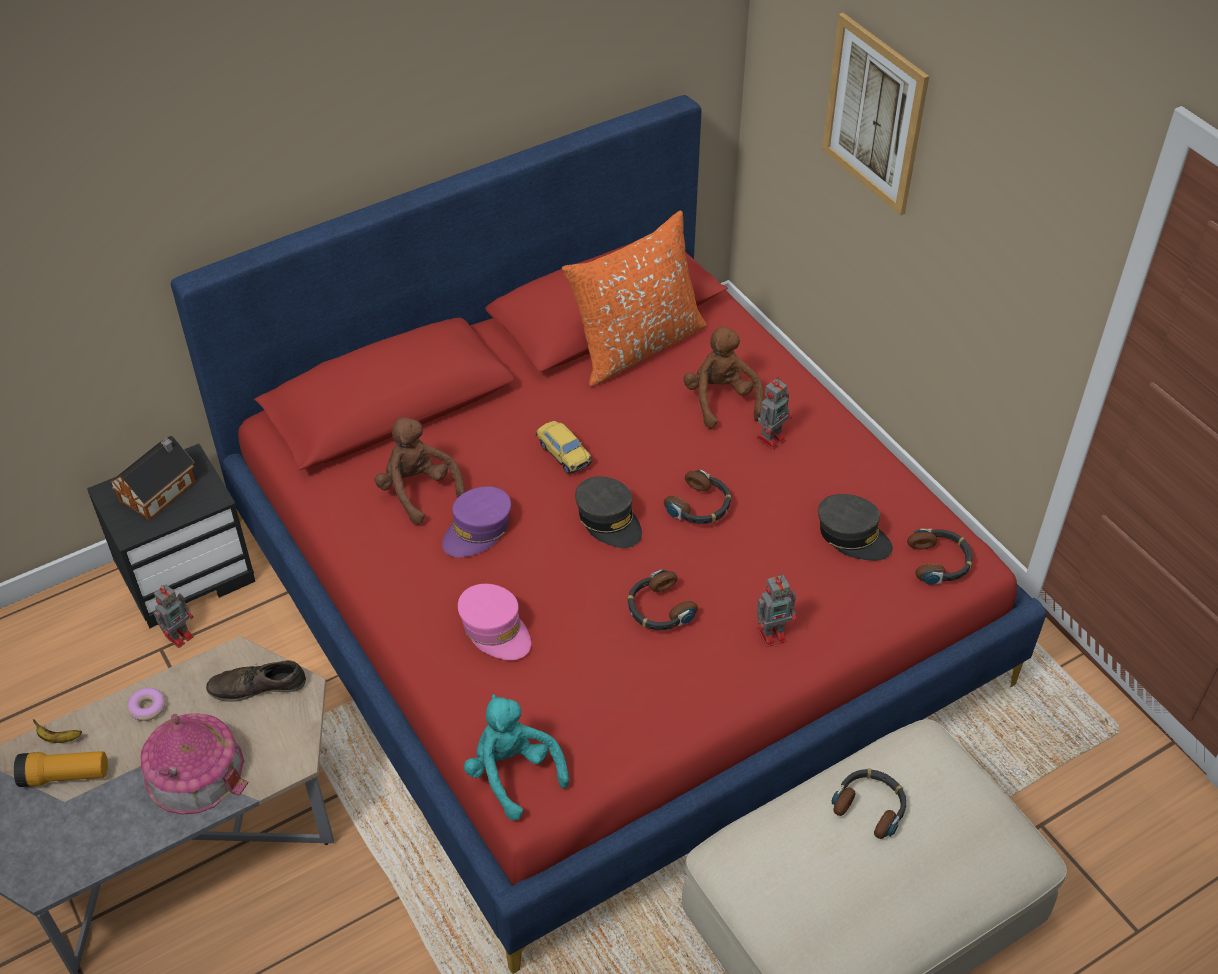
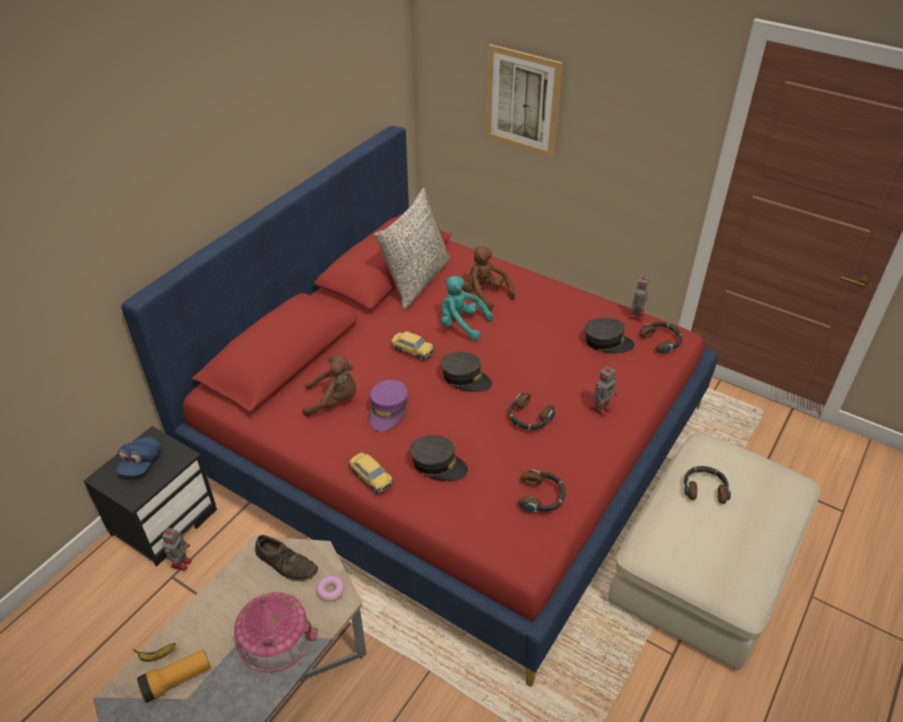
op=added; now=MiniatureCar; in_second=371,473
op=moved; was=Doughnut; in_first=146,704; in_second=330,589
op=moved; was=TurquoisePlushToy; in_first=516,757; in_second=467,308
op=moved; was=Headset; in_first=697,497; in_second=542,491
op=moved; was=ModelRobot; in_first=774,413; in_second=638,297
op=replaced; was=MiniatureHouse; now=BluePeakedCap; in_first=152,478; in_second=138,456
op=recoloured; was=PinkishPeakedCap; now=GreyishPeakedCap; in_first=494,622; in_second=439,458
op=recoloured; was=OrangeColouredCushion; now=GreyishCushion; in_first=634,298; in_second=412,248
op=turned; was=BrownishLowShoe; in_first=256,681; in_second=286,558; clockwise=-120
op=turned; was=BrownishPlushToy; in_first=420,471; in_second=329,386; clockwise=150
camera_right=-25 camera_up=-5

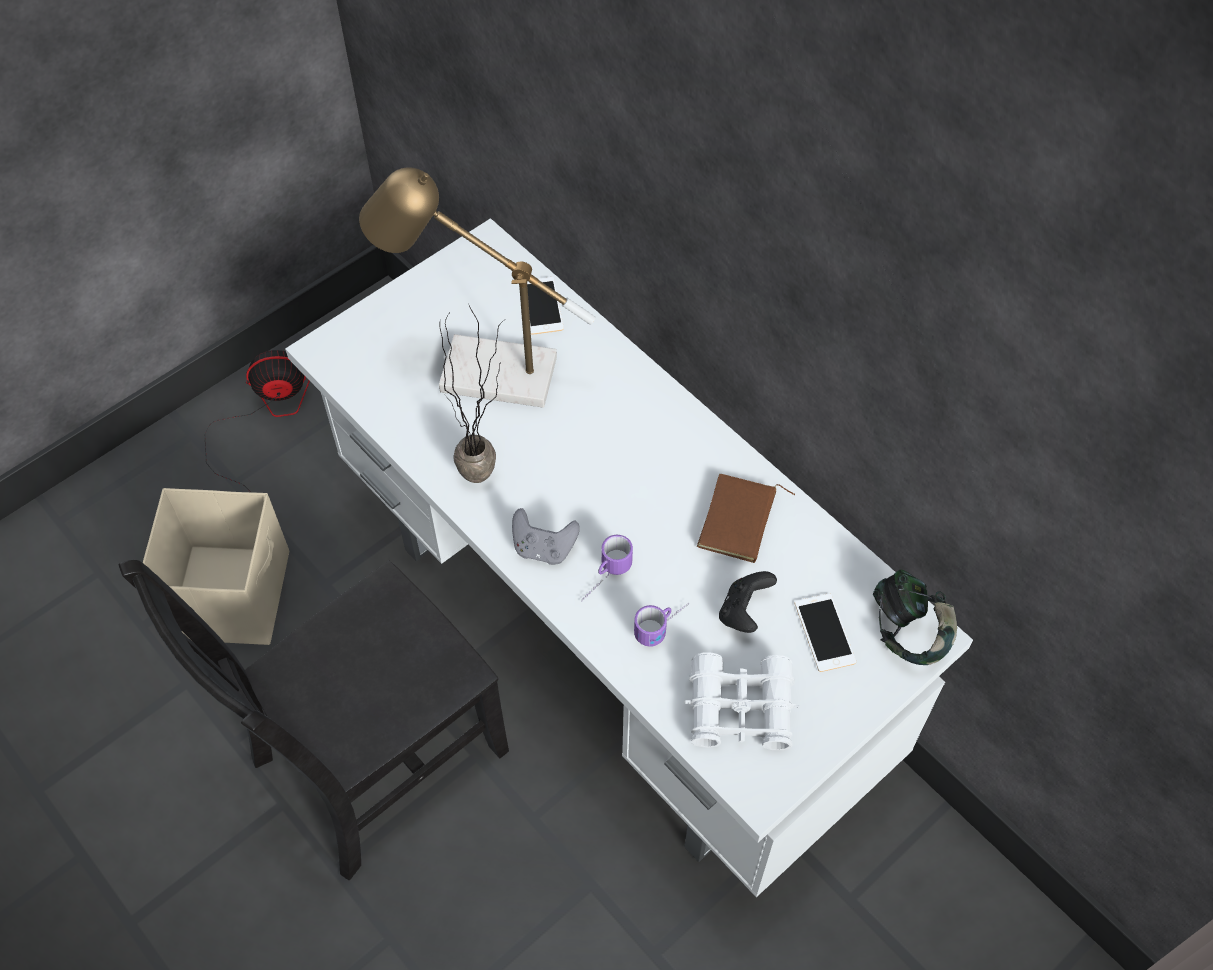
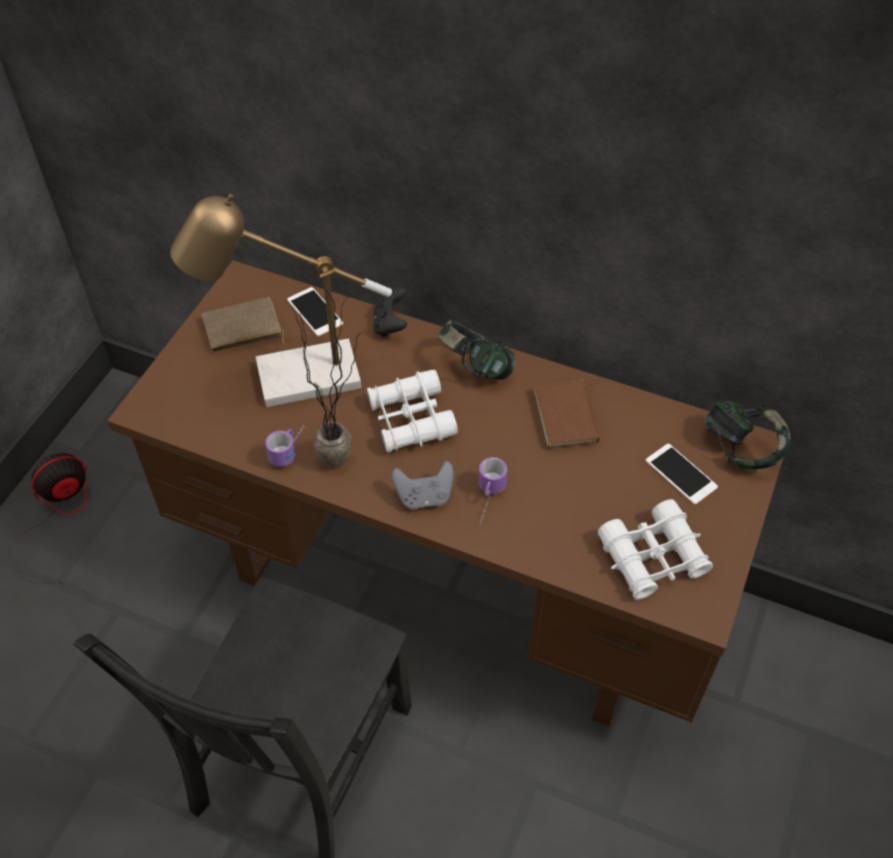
op=removed; was=BeigeColouredStorageBox; in_first=216,566
op=added; now=BrownishVolume; in_second=243,324
op=added; now=WhiteColouredPairOfBinoculars; in_second=412,411
op=added; now=Headset; in_second=477,350
op=moved; was=CoffeeMug; in_first=661,625; in_second=284,446
op=moved; was=BlackColouredJoypad; in_first=748,602; in_second=390,312
op=recoloured; was=WhiteColouredDeskUnit; now=BrownishDeskUnit; in_first=629,557; in_second=445,493
camera_right=-25 camera_up=-5

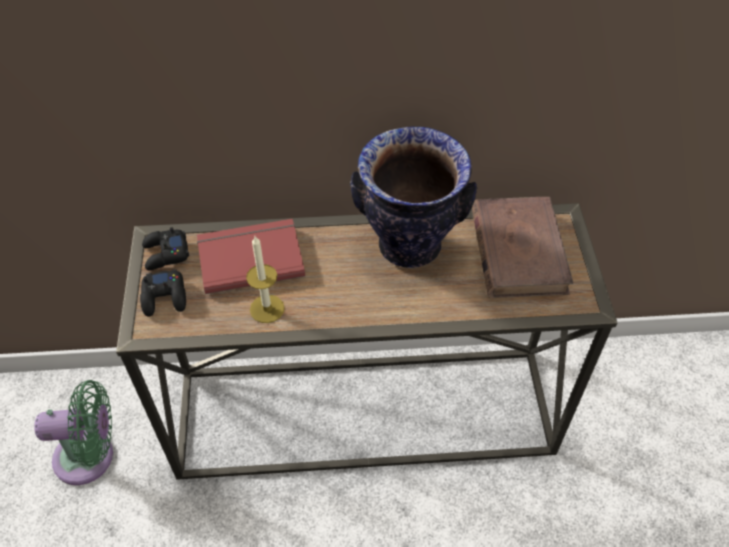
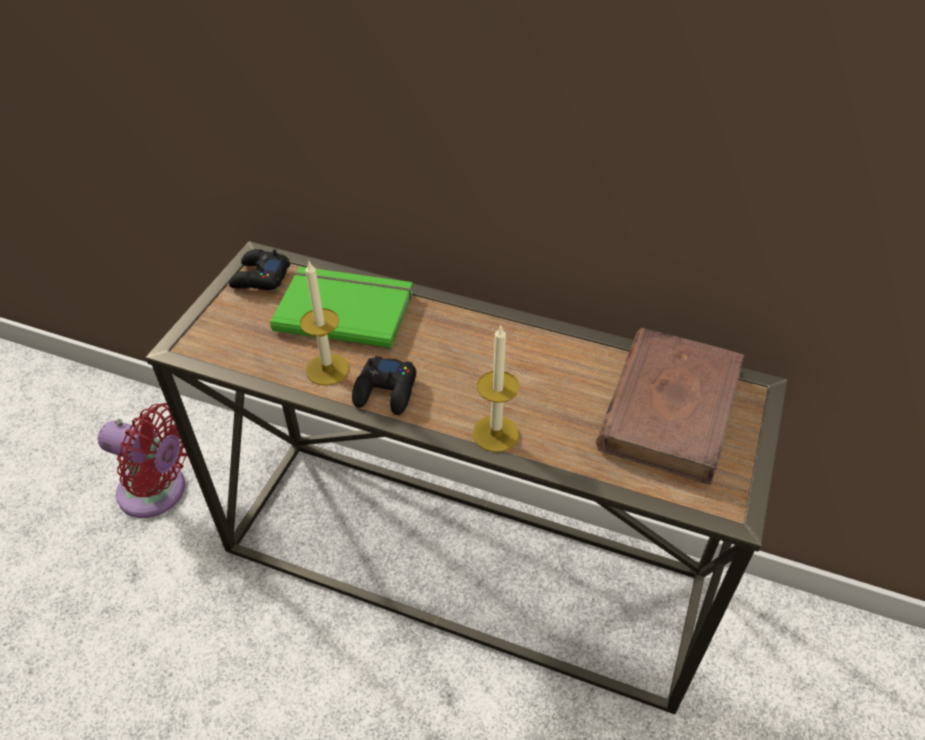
op=removed; was=FlowerVase; in_first=413,197
op=added; now=WaxCandle; in_second=496,388
op=moved; was=BlackColouredJoypad; in_first=163,293; in_second=384,385
op=recoloured; was=GreenElectricFan; now=RedColouredElectricFan; in_first=73,432; in_second=143,460
op=recoloured; was=RedColouredVolume; now=GreenVolume; in_first=251,256; in_second=341,307
camera_right=25 camera_up=-5

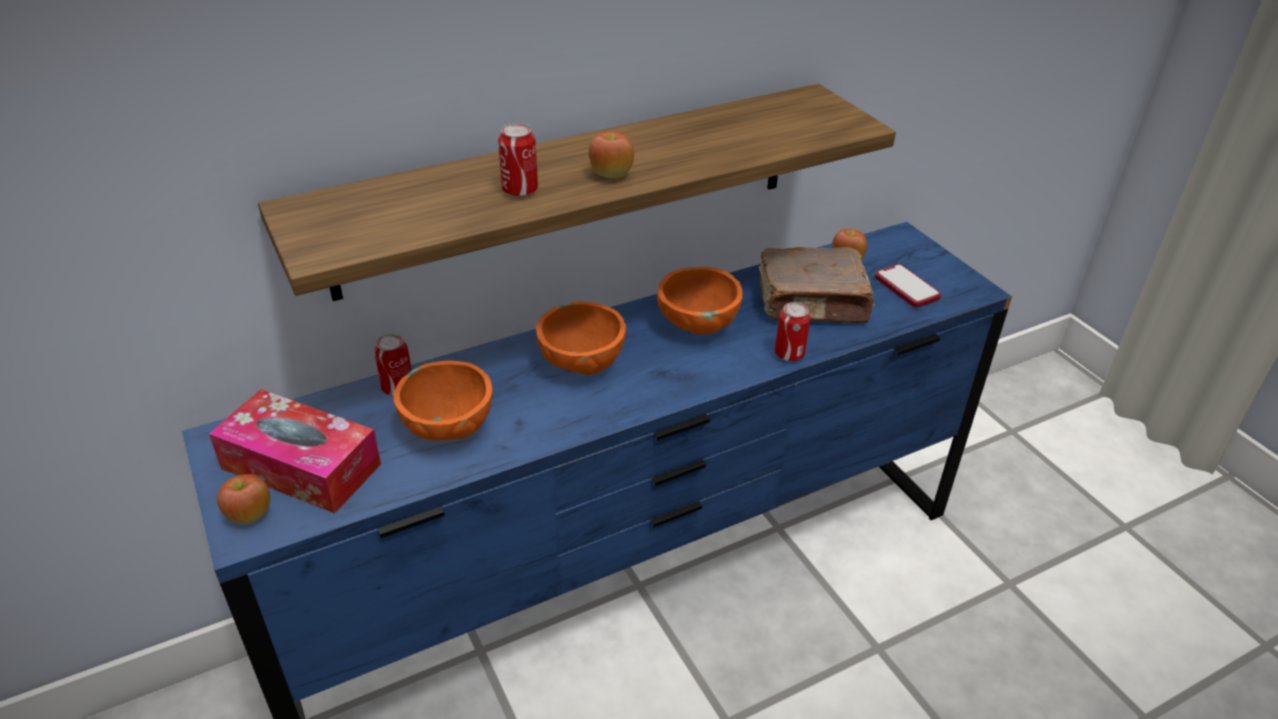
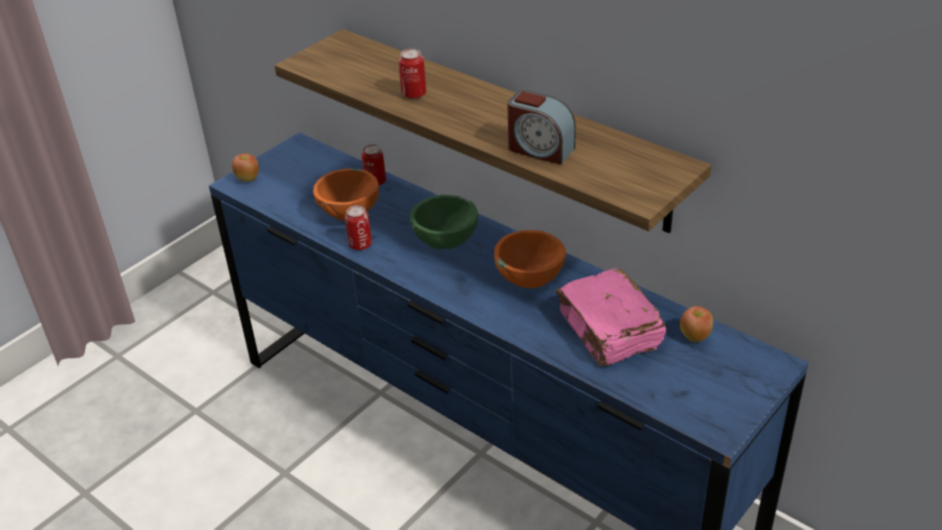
op=removed; was=TissueHolder; in_first=295,451
op=removed; was=WholeApple; in_first=611,155
op=removed; was=Telephone; in_first=908,286
op=added; now=TableClock; in_second=541,127
op=moved; was=MetalCan; in_first=793,331; in_second=358,227
op=recoloured; was=OrangeColouredServingBowl; now=GreenServingBowl; in_first=581,338; in_second=444,222
op=recoloured; was=BrownishVolume; now=PinkishVolume; in_first=817,285; in_second=611,317
camera_right=70 camera_up=0

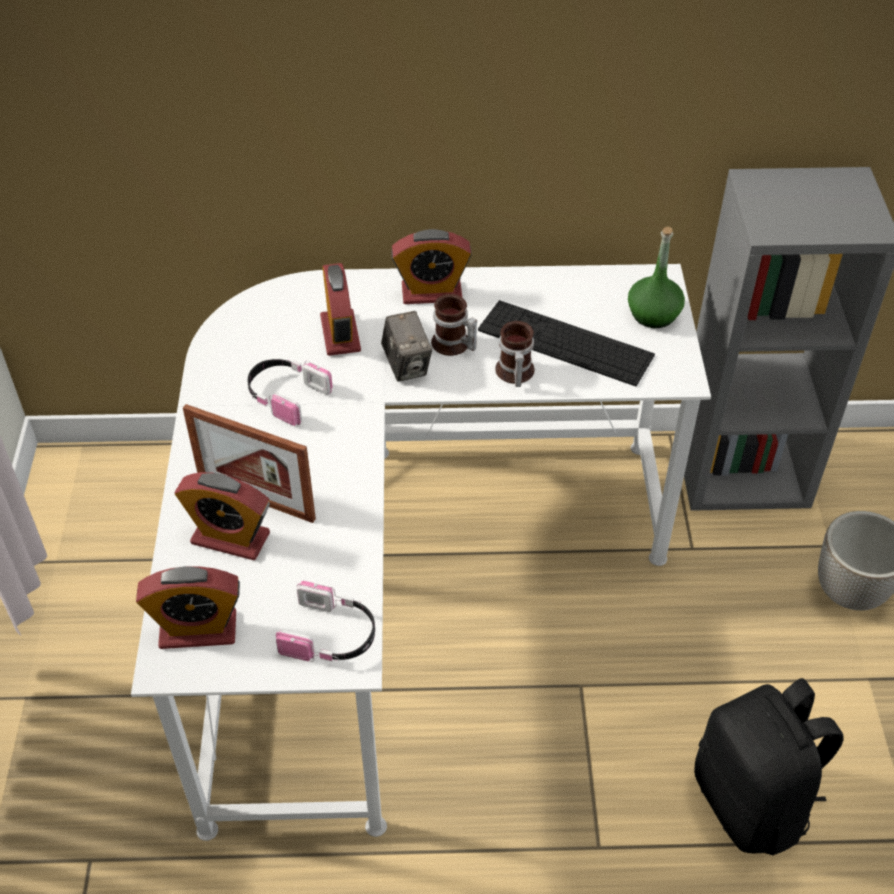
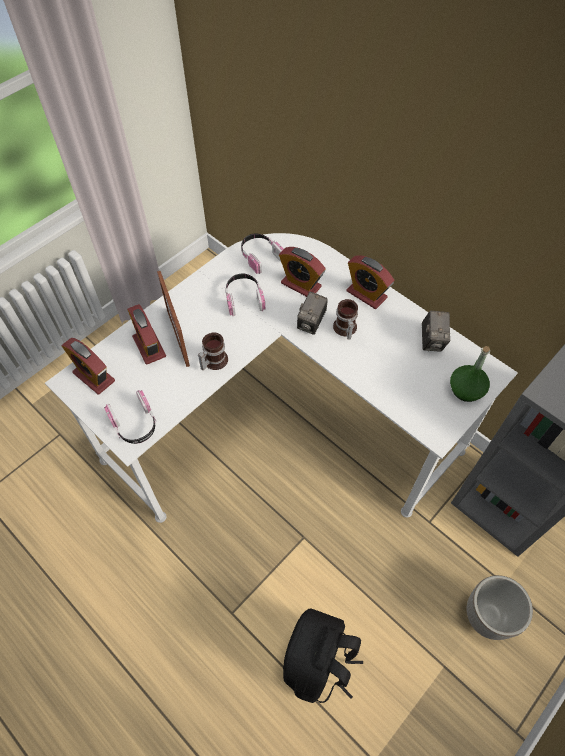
op=removed; was=ComputerKeyboard; in_first=566,343
op=added; now=Headset; in_second=262,254
op=added; now=PhotoCamera; in_second=436,331
op=moved; was=CoffeeMug; in_first=514,354; in_second=213,351
op=turned; was=TableClock; in_first=340,309; in_second=302,272; clockwise=90
camera_right=45 camera_up=10

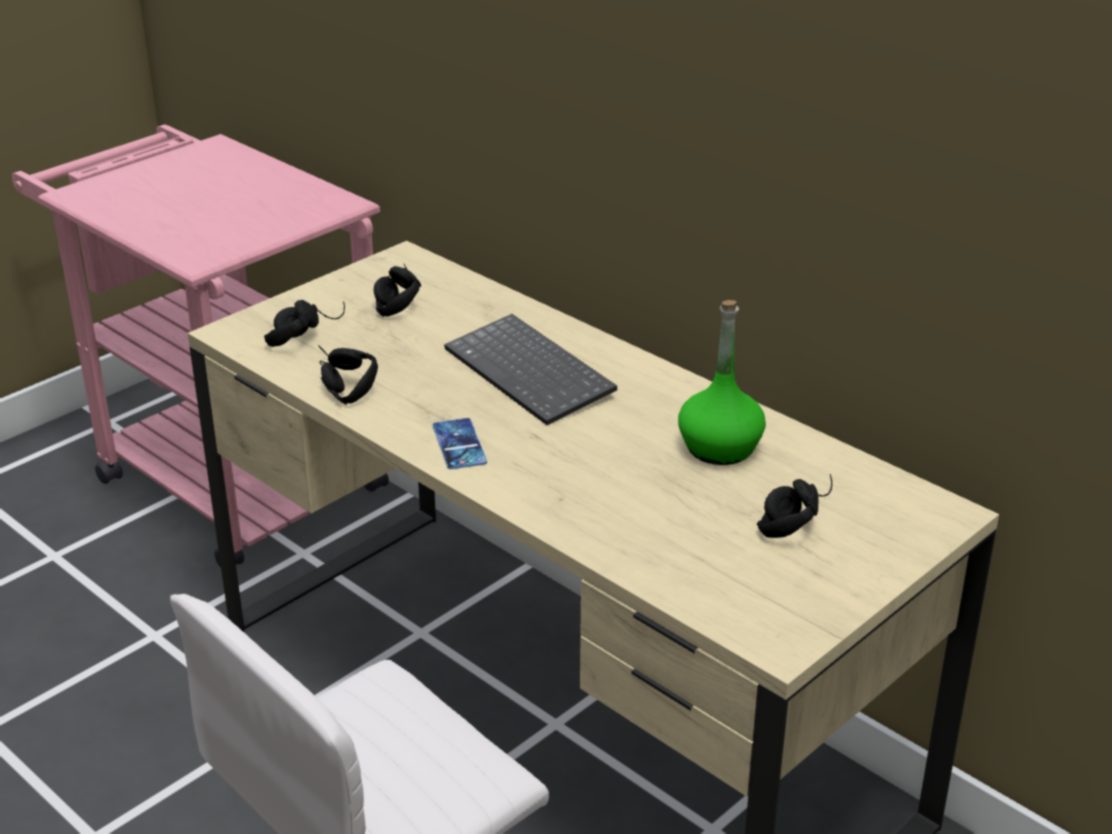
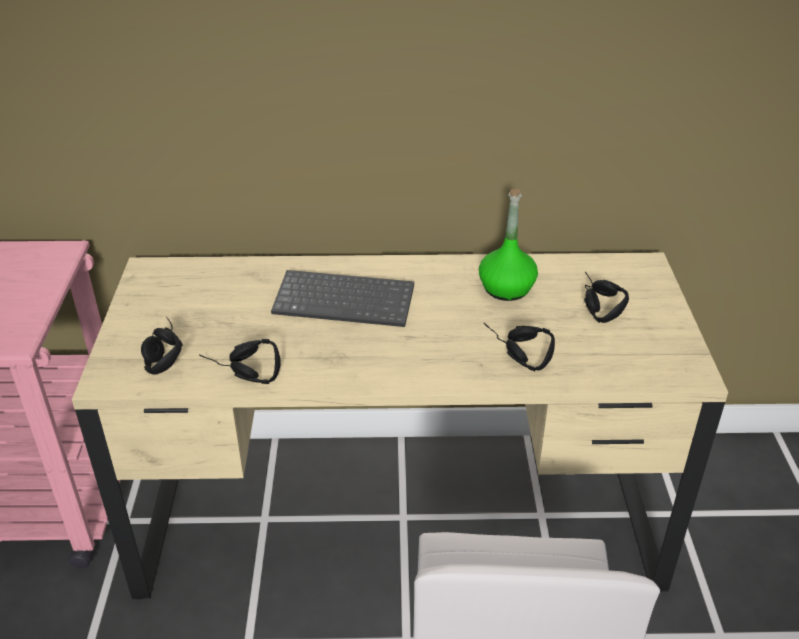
op=removed; was=Telephone; in_first=460,443
op=moved; was=BlackColouredHeadset; in_first=397,290; in_second=519,347
camera_right=-45 camera_up=5

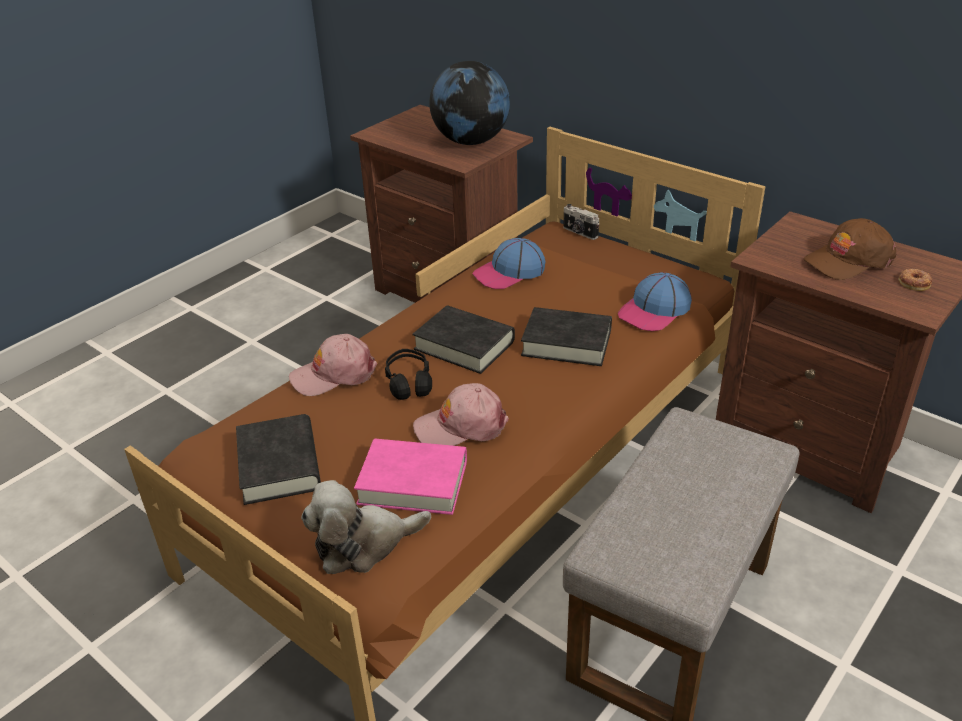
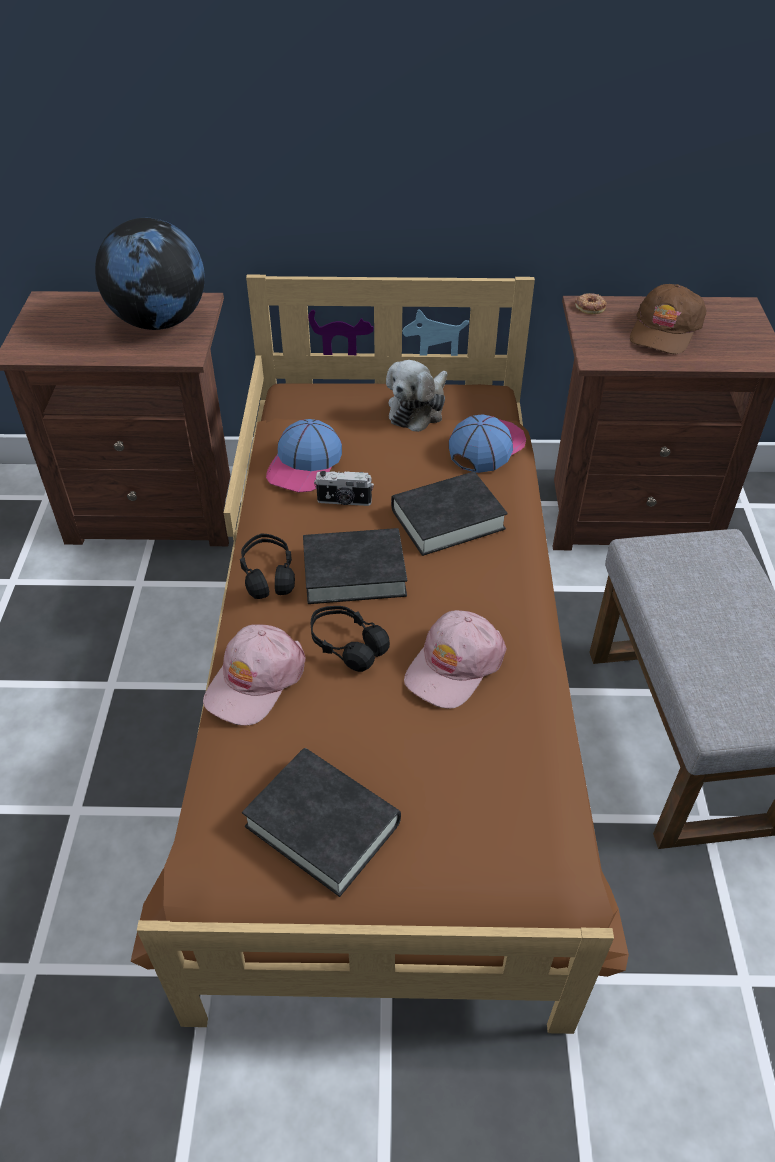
op=removed; was=PinkishVolume; in_first=410,477
op=added; now=BlackColouredHeadset; in_second=267,566
op=moved; was=PlushToy; in_first=366,527; in_second=416,396
op=moved; was=PhotoCamera; in_first=581,222; in_second=344,488
op=moved; was=Doughnut; in_first=915,280; in_second=591,303
op=turned; was=PeakedCap; in_first=655,301; in_second=487,443; clockwise=-150
camera_right=-40 camera_up=10

